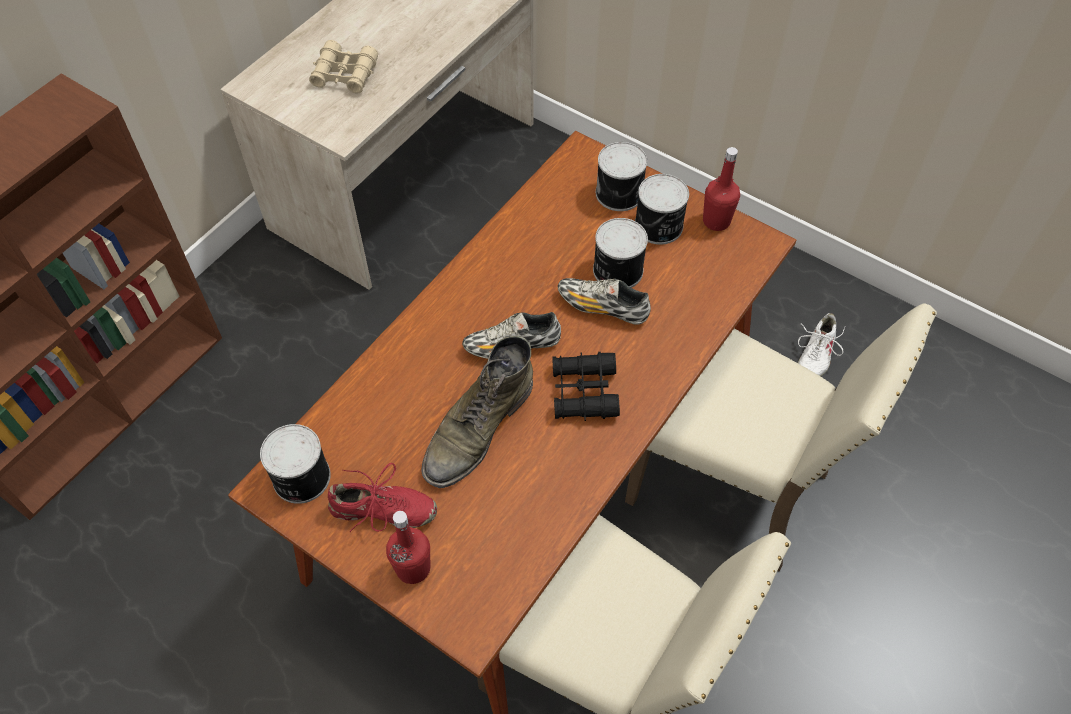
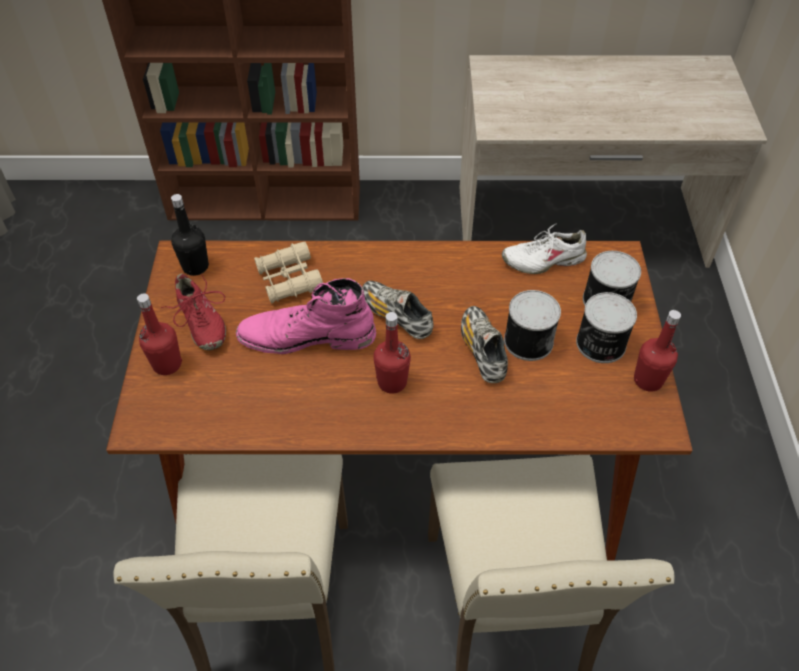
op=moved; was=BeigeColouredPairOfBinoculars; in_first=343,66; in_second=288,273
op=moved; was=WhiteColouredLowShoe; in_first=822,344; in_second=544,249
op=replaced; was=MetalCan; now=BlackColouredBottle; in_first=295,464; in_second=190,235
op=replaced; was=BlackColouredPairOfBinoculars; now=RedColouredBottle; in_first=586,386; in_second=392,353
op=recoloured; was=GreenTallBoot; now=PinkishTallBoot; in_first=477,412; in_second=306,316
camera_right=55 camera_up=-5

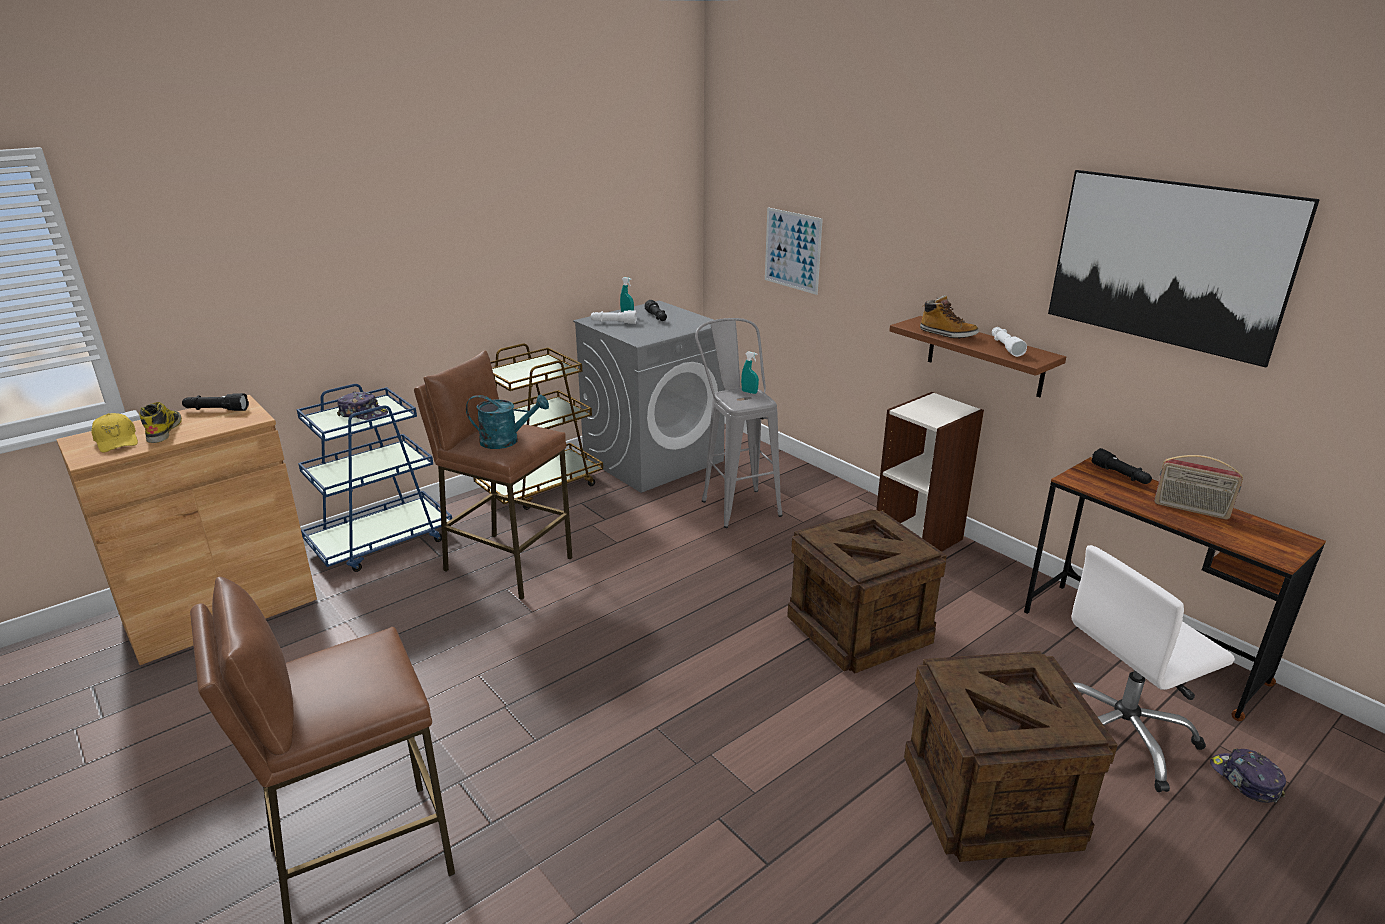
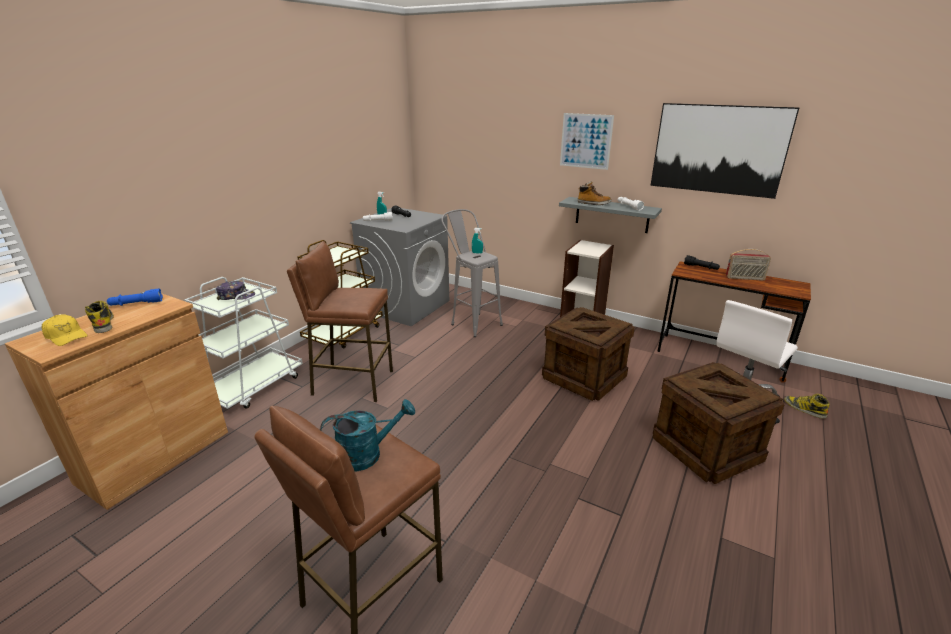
op=moved; was=TurquoiseSprinklingCan; in_first=507,421; in_second=367,435
op=moved; was=WallPicture; in_first=794,251; in_second=587,141
op=replaced; was=PeakedCap; now=TallBoot; in_first=1248,776; in_second=806,406
op=recoloured; was=BlackColouredFlashlight; now=BlueFlashlight; in_first=215,402; in_second=135,297
op=recoloured; was=BlueTrolley; now=WhiteColouredTrolley; in_first=374,478; in_second=243,343
op=recoloured; was=BrownishWallShelf; now=GreyishWallShelf; in_first=977,356; in_second=610,215
camera_right=-20 camera_up=0

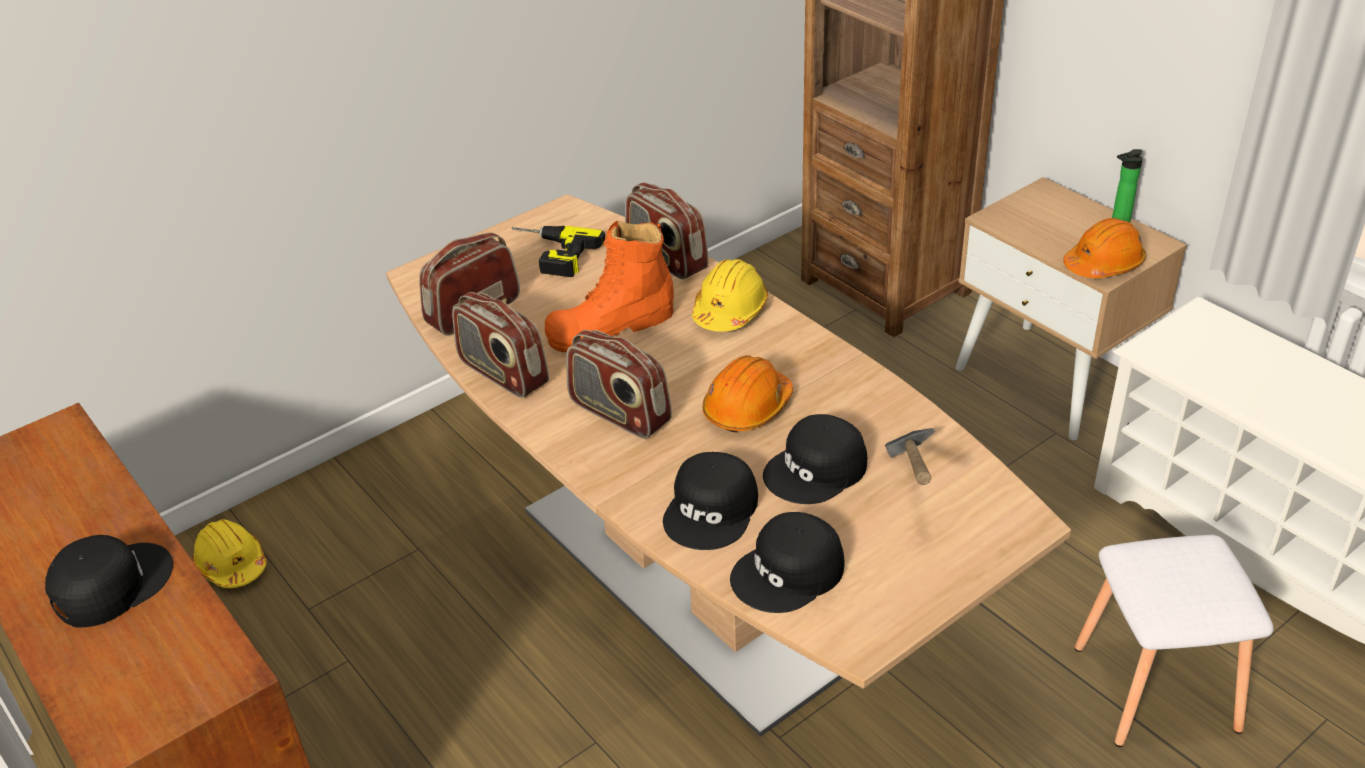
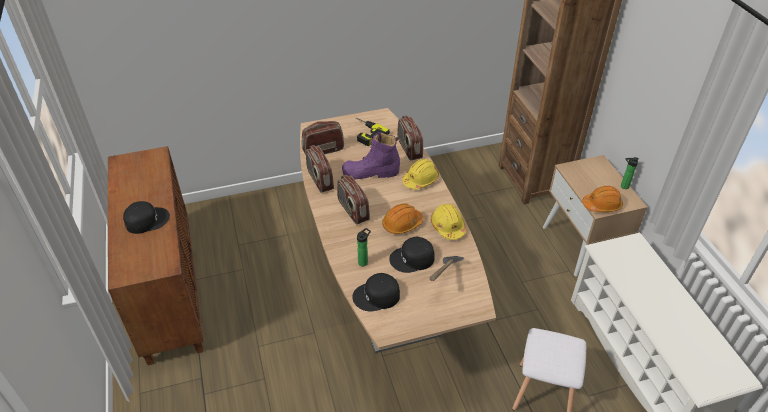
op=moved; was=YellowWorkHelmet; in_first=229,553; in_second=448,222
op=replaced; was=BlackColouredPeakedCap; now=Bottle; in_first=710,501; in_second=364,247
op=recoloured; was=OrangeColouredTallBoot; now=PurpleTallBoot; in_first=609,286; in_second=371,155
camera_right=20 camera_up=5

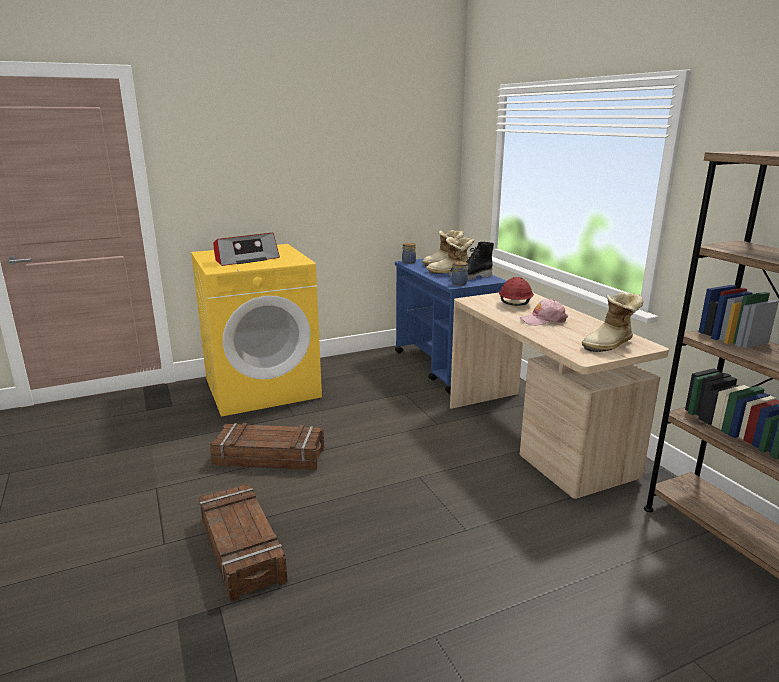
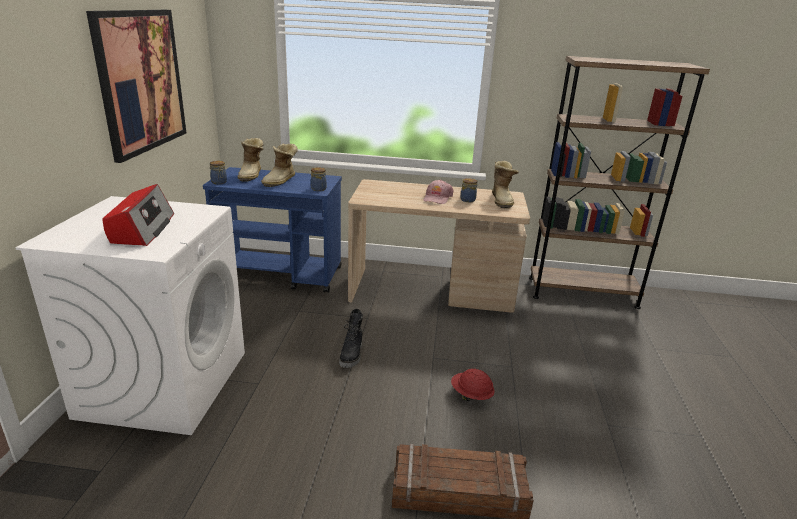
op=removed; was=Crate; in_first=267,446
op=added; now=WallPicture; in_second=136,86
op=added; now=PreserveJar; in_second=468,190
op=moved; was=BlackColouredTallBoot; in_first=471,261; in_second=351,338
op=moved; was=RedColouredWorkHelmet; in_first=516,291; in_second=473,385
op=recoloured; was=YellowLaundryMachine; now=WhiteColouredLaundryMachine; in_first=256,330; in_second=130,315
camera_right=-60 camera_up=5

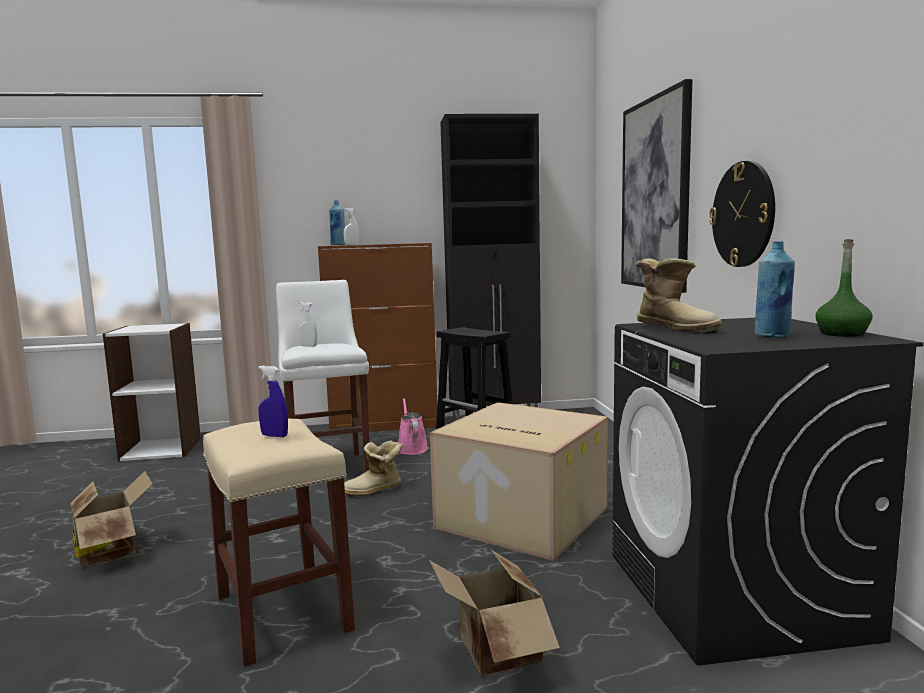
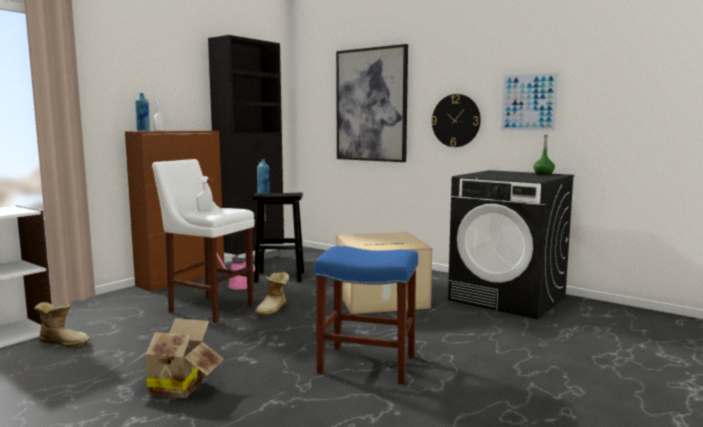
op=removed; was=BlueHandSprayer; in_first=273,401
op=removed; was=Carton; in_first=494,612
op=added; now=WallPicture; in_second=530,101
op=moved; was=TallBoot; in_first=679,296; in_second=62,325
op=moved; was=BlueBottle; in_first=775,289; in_second=263,176
op=recoloured; was=BeigeColouredStoolSeat; now=BlueStoolSeat; in_first=279,543; in_second=366,315
camera_right=-45 camera_up=0

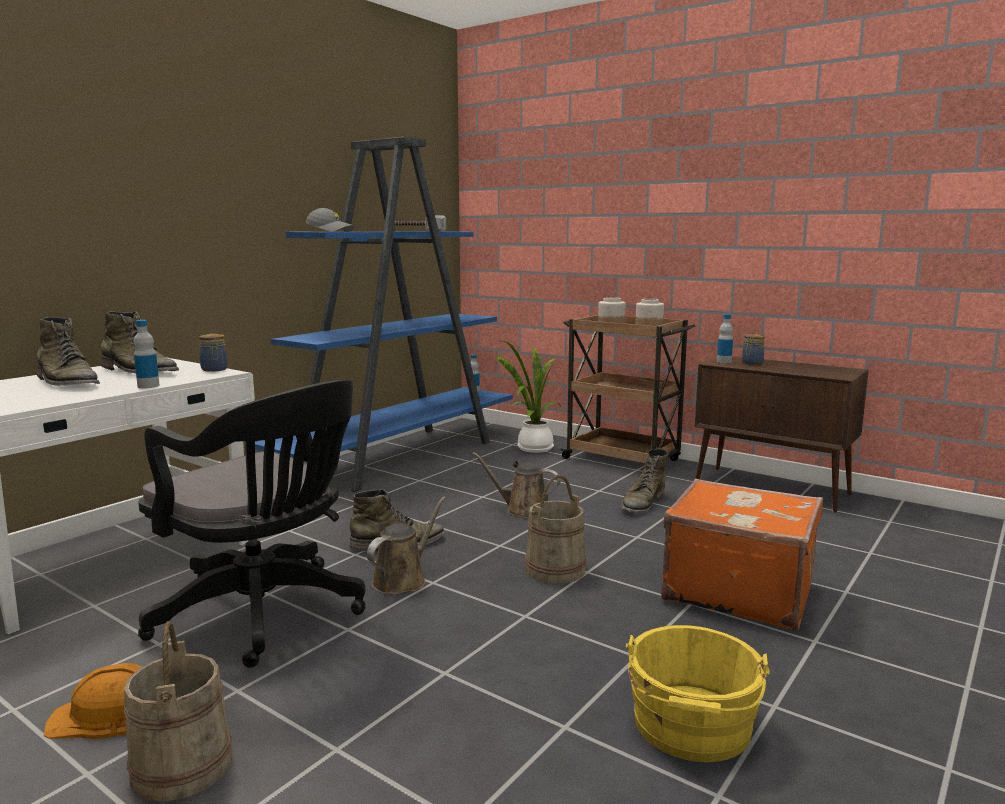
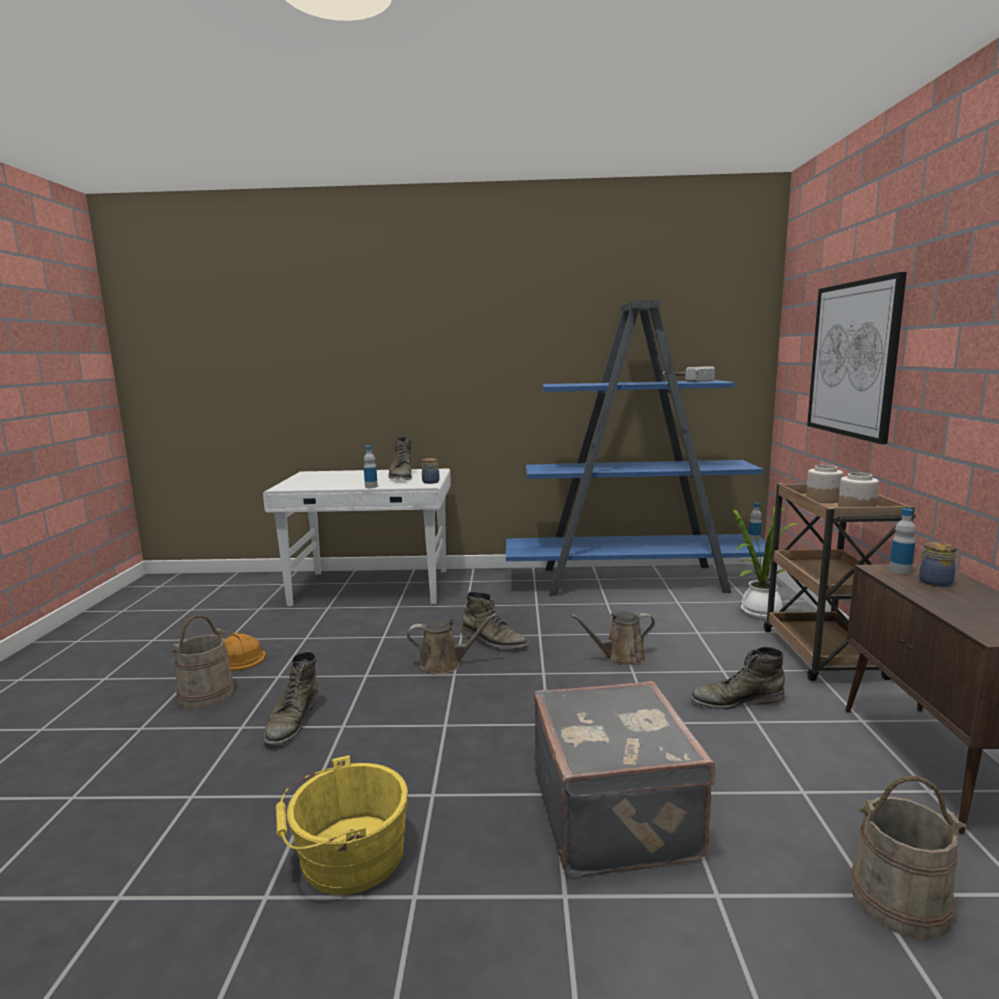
op=removed; was=BlackColouredOfficeChair; in_first=252,524
op=removed; was=GreyishPeakedCap; in_first=330,219
op=added; now=WallPicture; in_second=857,358
op=moved; was=GreenTallBoot; in_first=68,351; in_second=291,698
op=moved; was=BeigeColouredPail; in_first=555,529; in_second=908,858
op=recoloured; was=OrangeColouredSuitcase; now=GreyishSuitcase; in_first=742,554; in_second=624,778
op=turned; was=BrownishSprinklingCan; in_first=516,485; in_second=613,638; clockwise=-90
camera_right=55 camera_up=0

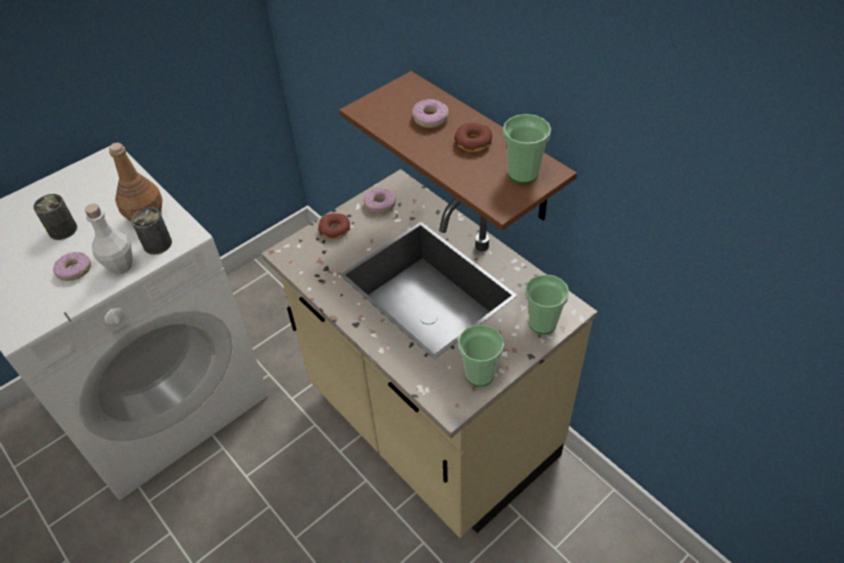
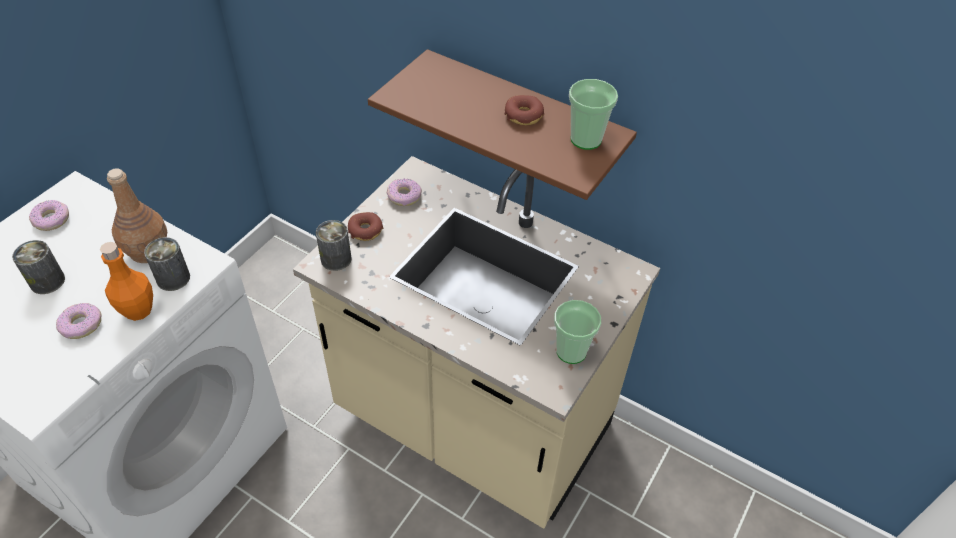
op=removed; was=DrinkingCup; in_first=547,304
op=added; now=MetalCan; in_second=334,245
op=moved; was=Doughnut; in_first=430,113; in_second=49,215
op=recoloured; was=WhiteColouredBottle; now=OrangeColouredBottle; in_first=108,238; in_second=126,281
camera_right=-20 camera_up=0

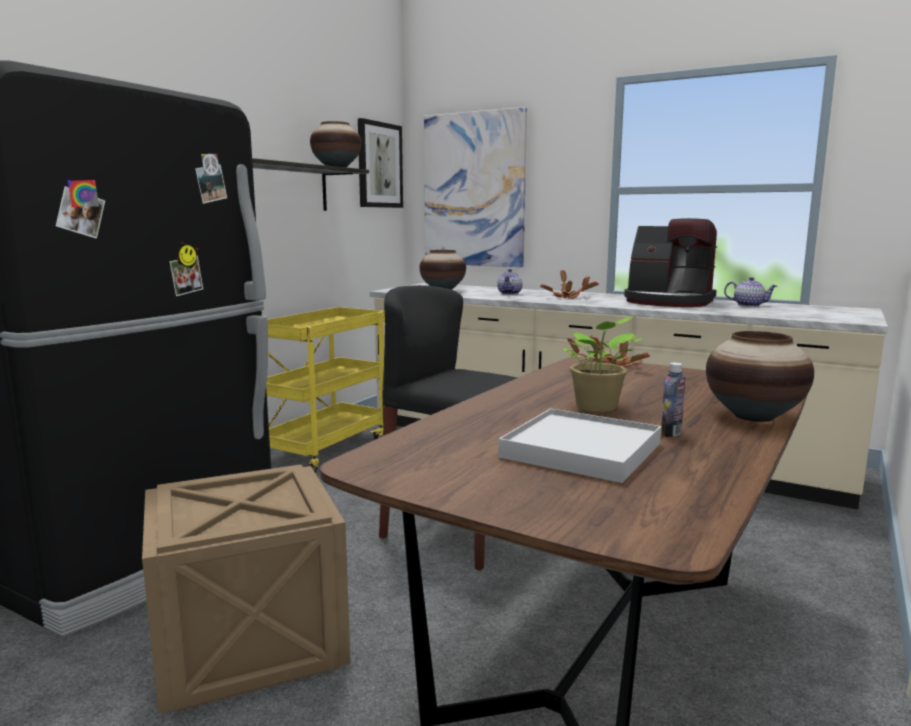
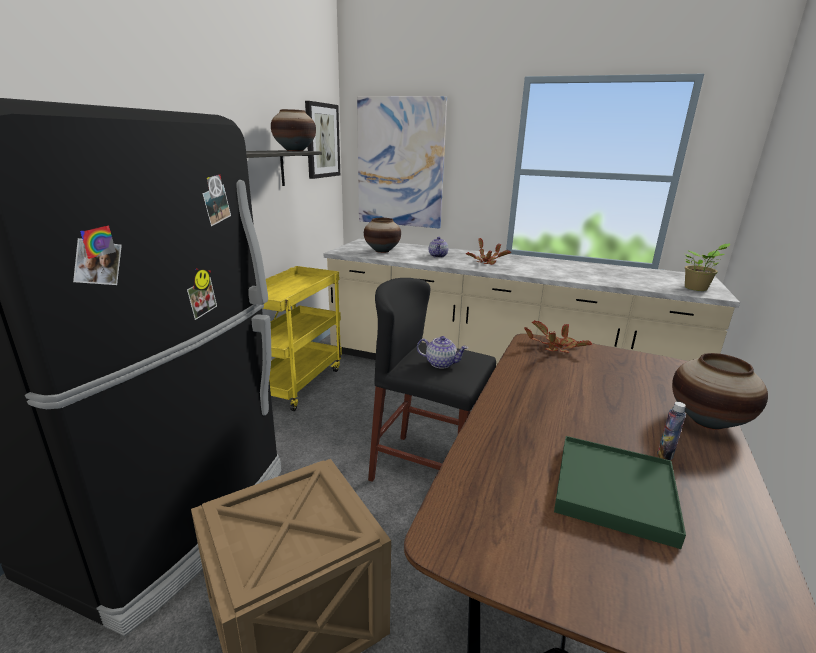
op=removed; was=CoffeeMachine; in_first=670,262
op=moved; was=Houseplant; in_first=601,364; in_second=706,267
op=moved; was=TeaPot; in_first=750,292; in_second=442,352
op=recoloured; was=WhiteColouredServingTray; now=GreenServingTray; in_first=579,445; in_second=620,492
camera_right=-10 camera_up=10

